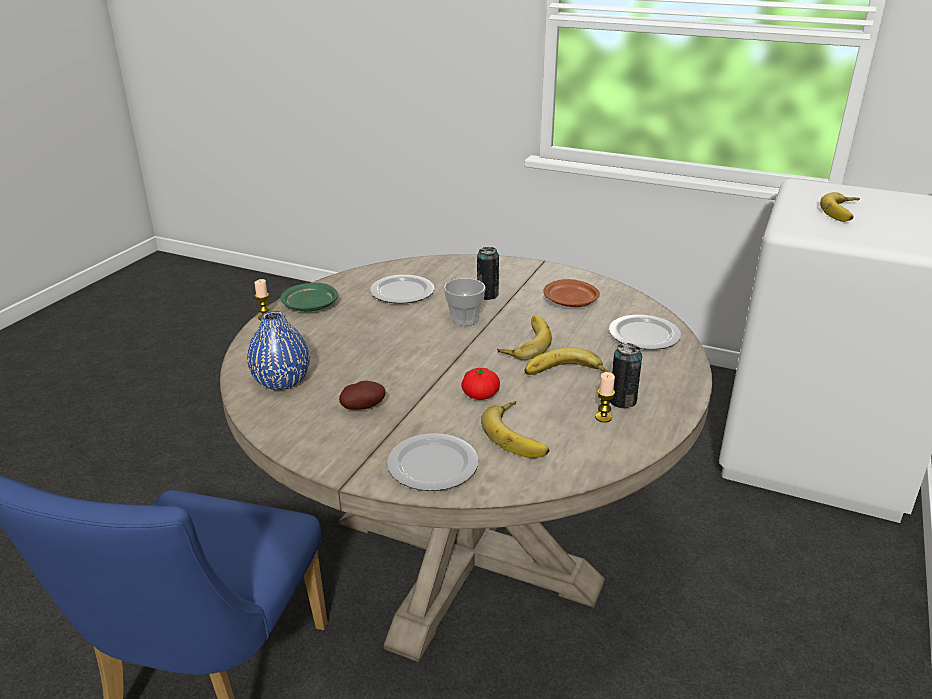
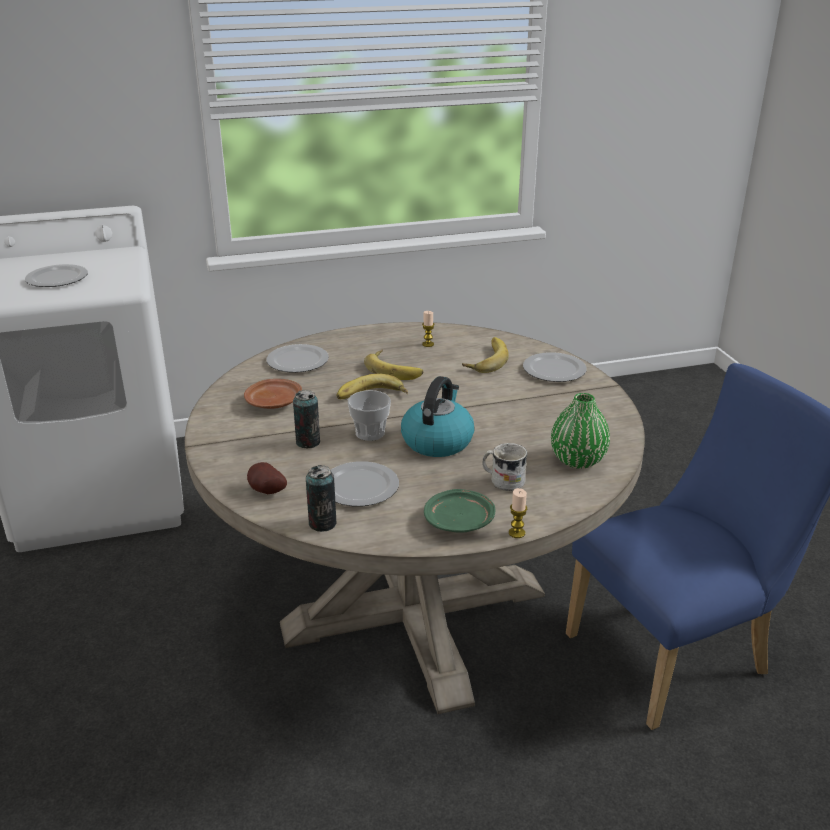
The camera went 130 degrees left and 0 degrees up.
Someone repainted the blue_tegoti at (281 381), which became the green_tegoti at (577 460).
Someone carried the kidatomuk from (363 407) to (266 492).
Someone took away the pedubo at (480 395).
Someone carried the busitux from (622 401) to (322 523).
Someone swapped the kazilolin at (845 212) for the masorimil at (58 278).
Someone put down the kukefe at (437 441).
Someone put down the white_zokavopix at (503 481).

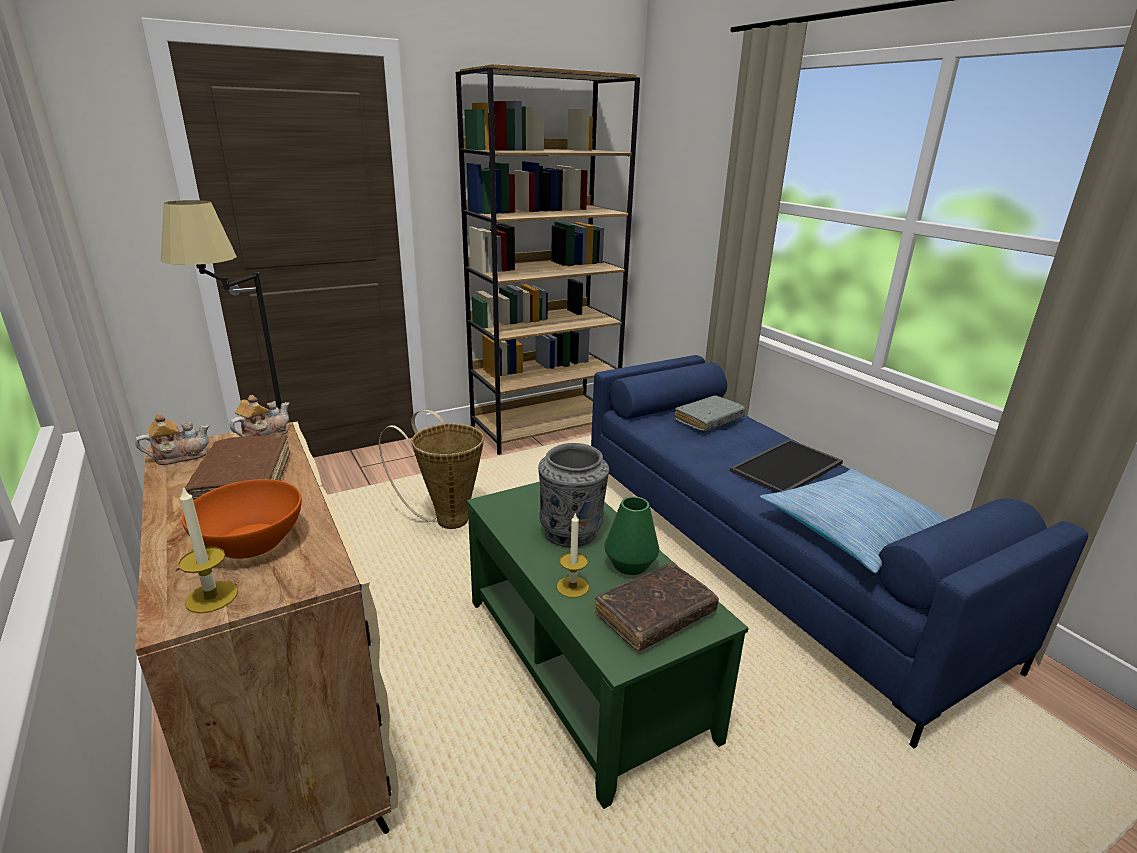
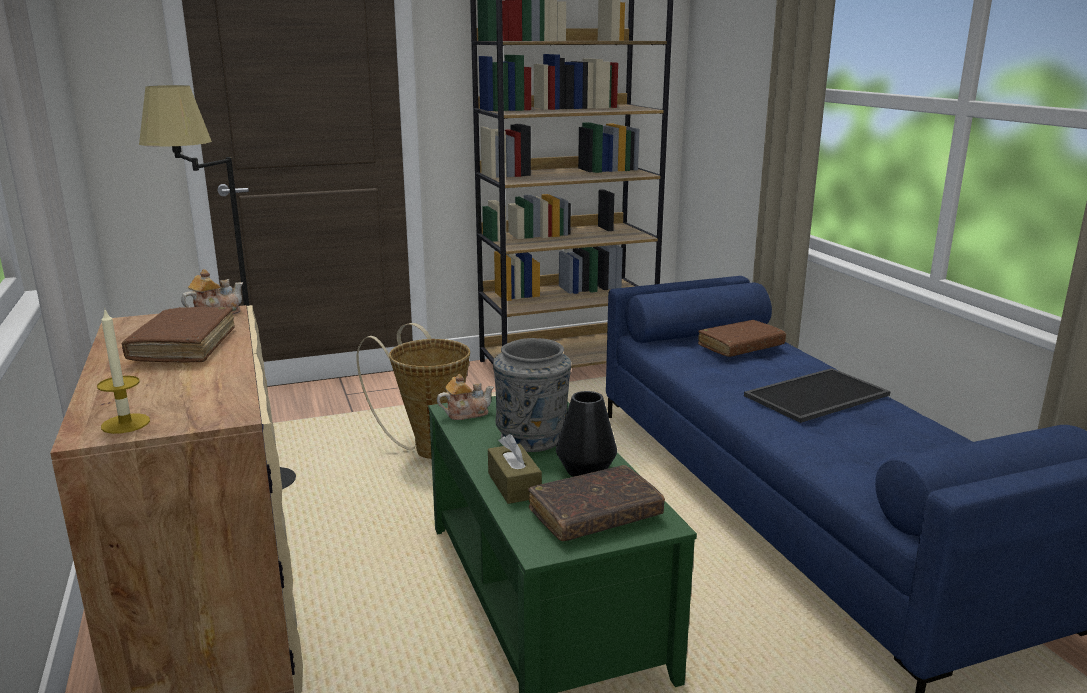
The camera went 10 degrees right and 5 degrees down.
Someone carried the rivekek from (179 456) to (466 413).
Someone took away the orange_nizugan at (250 541).
Someone swapped the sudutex at (572 587) for the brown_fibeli at (514 485).
Someone repainted the green_tegoti at (630 564), which became the black_tegoti at (586 470).
Someone repainted the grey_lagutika at (709 420), which became the brown_lagutika at (740 347).
Someone took away the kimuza at (856 531).

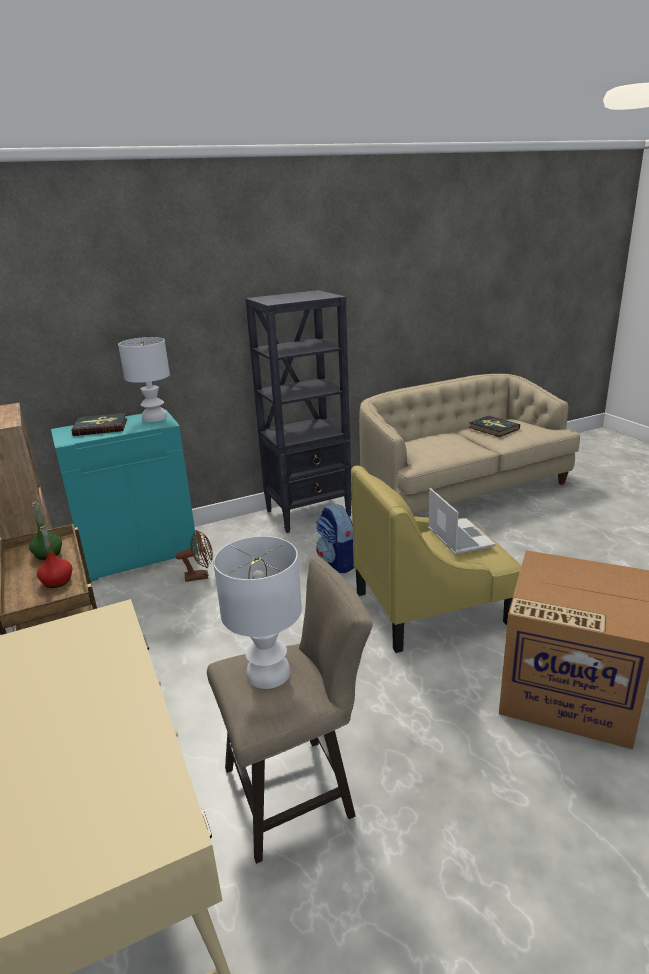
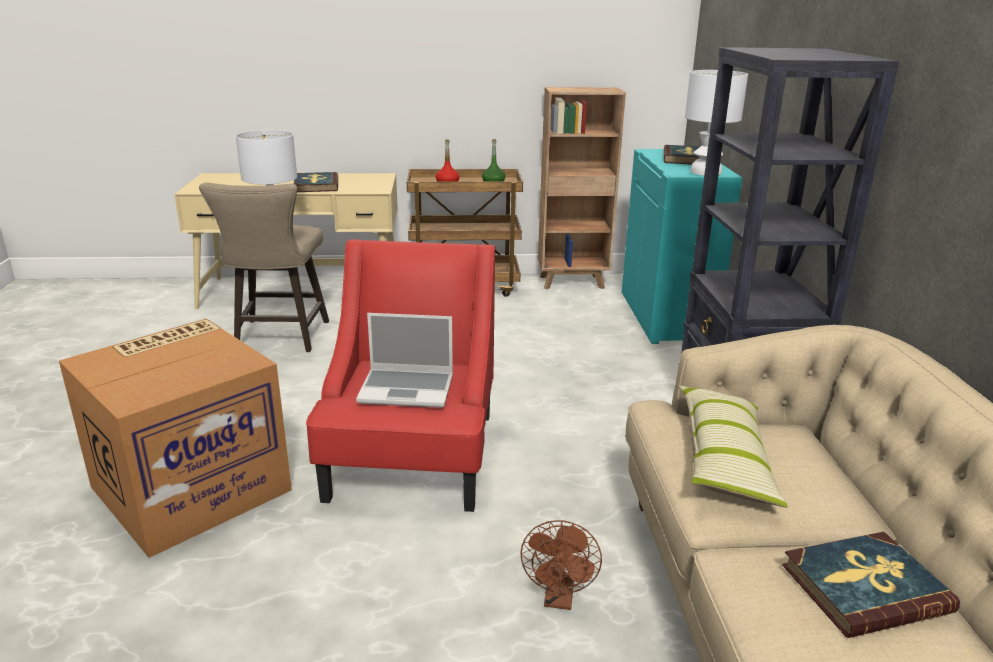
The camera went 110 degrees right and 0 degrees up.
Someone carried the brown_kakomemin from (200 576) to (559 598).
Someone took away the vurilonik at (339 562).
Someone repainted the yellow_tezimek at (432 607), which became the red_tezimek at (413 455).
Someone put down the lagutika at (316 185).
Someone put down the kimuza at (724 459).

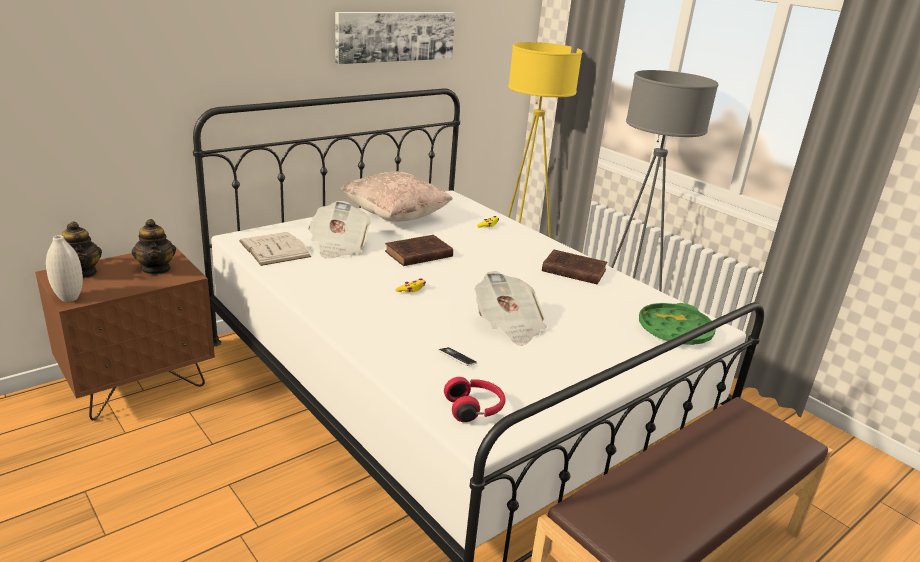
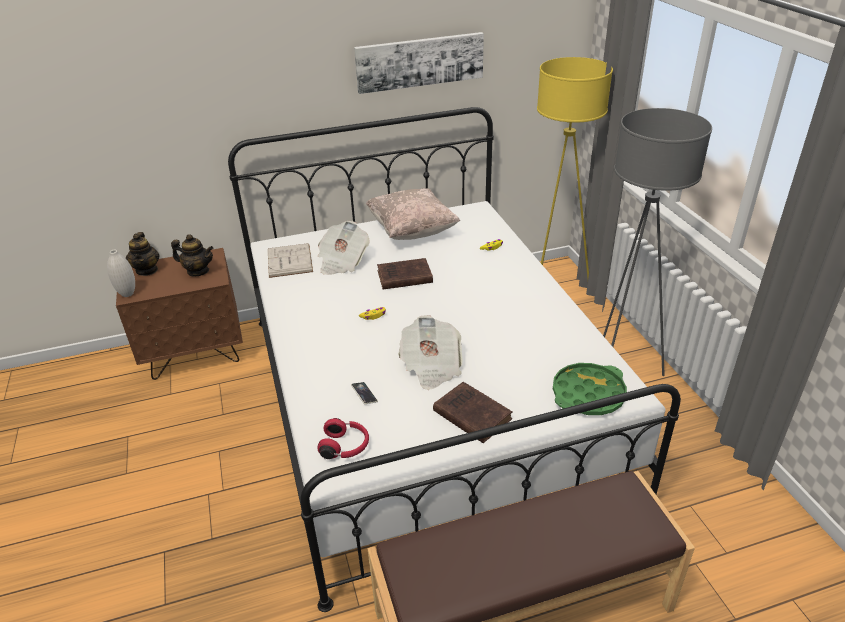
The camera went 25 degrees right and 10 degrees up.
Someone rotated the rivekek at (156 269) by 75 degrees counterclockwise.
Someone carried the brown_lagutika from (572 270) to (470 414).

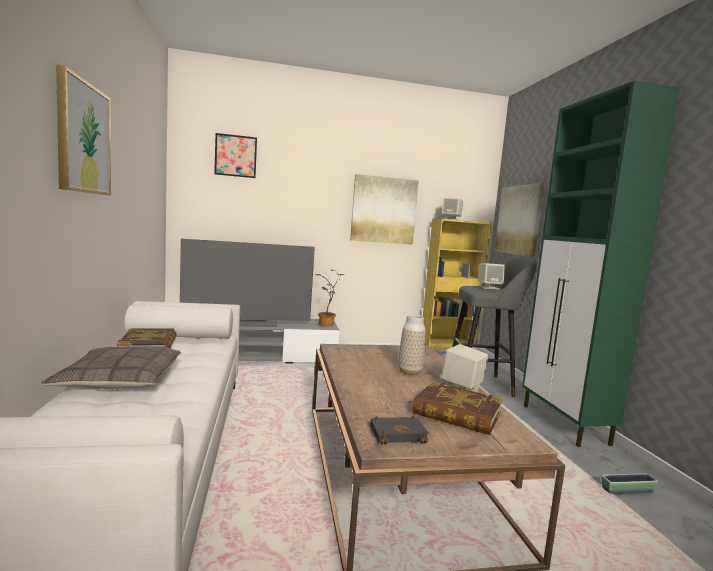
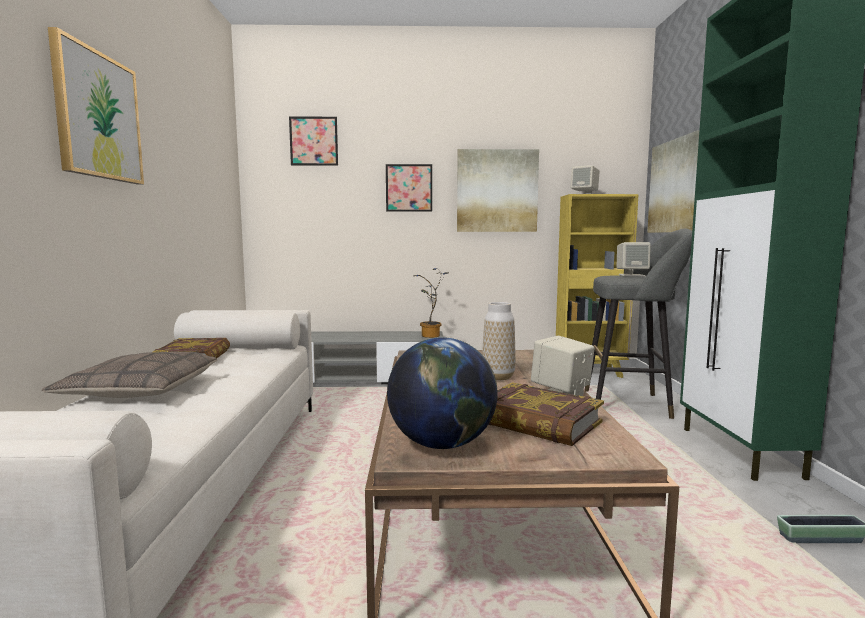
The camera went 10 degrees right and 0 degrees up.
Someone took away the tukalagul at (246 322).
Someone swapped the black_lagutika at (399 434) for the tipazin at (442 444).
Someone put up the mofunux at (409 188).

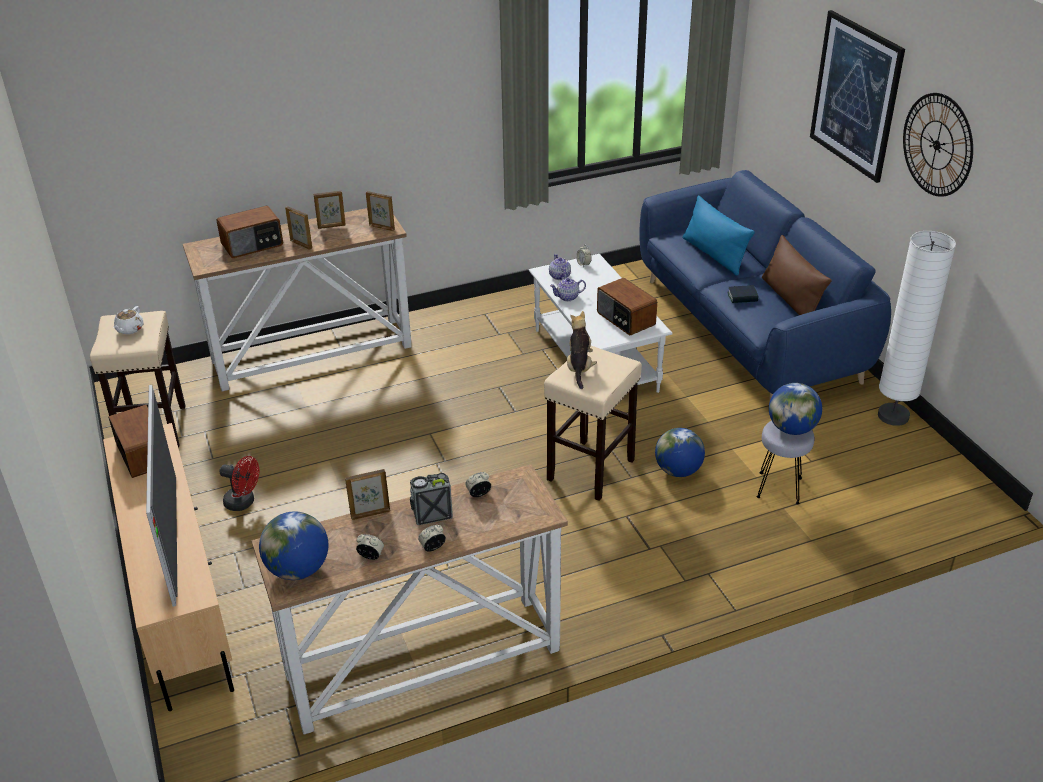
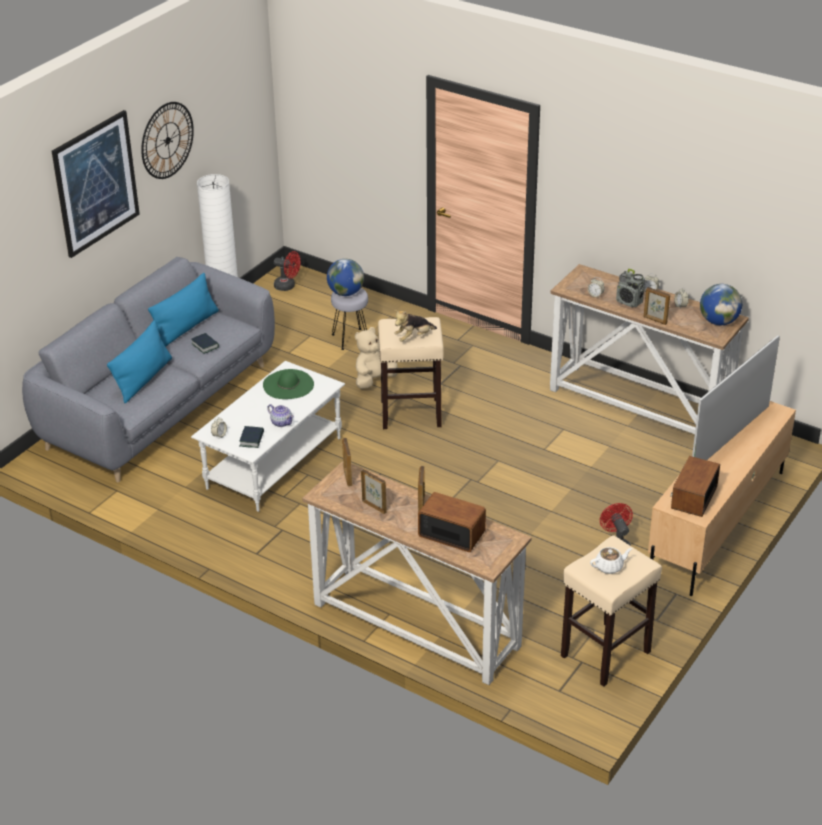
The camera went 125 degrees left and 0 degrees up.
Someone swapped the rivekek at (559 276) for the lagutika at (252 439).
Someone swapped the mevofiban at (625 319) for the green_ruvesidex at (288 384).
Someone repainted the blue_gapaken at (749 329), which became the grey_gapaken at (159 406).
Someone swapped the tipazin at (678 471) for the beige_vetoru at (374 380).
Someone repainted the brown_kimuza at (790 299), which became the blue_kimuza at (186 327).
Someone put down the red_kakomemin at (288 286).

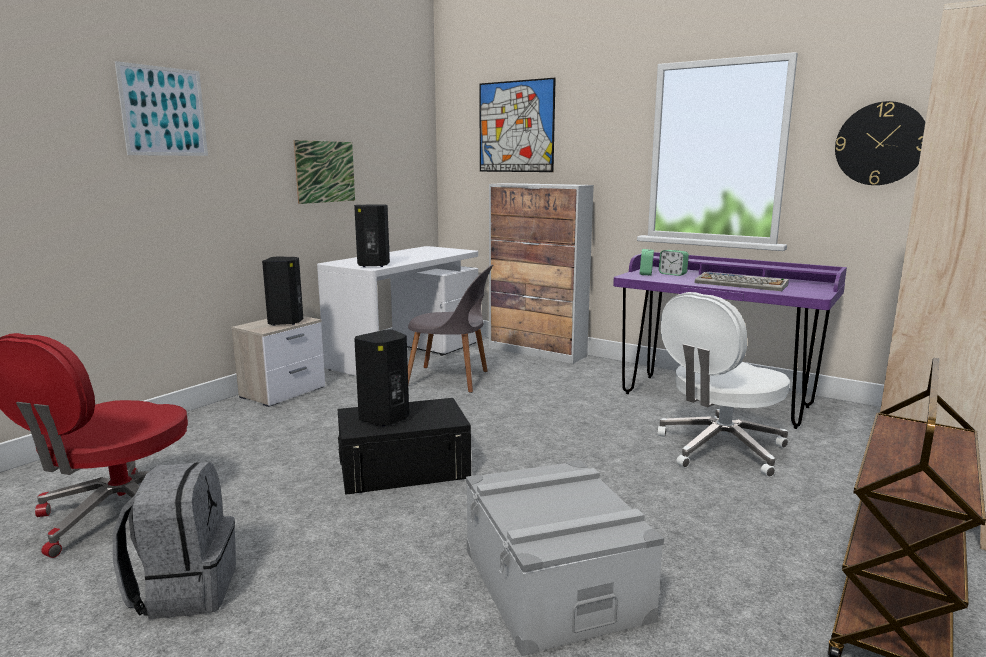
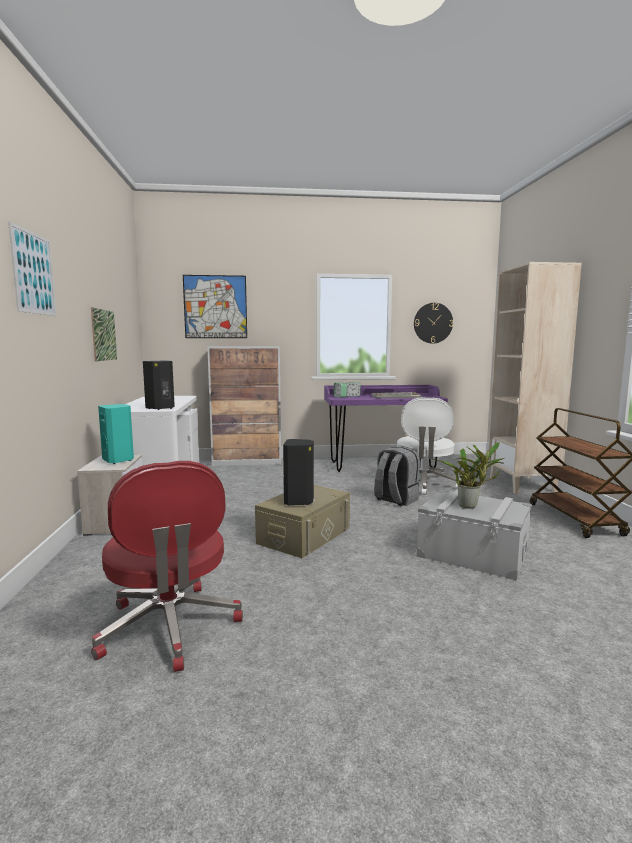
The camera went 40 degrees left and 5 degrees down.
Someone carried the grey_vurilonik from (185 590) to (395 500).
Someone repainted the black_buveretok at (286 322), which became the turquoise_buveretok at (119 460).
Someone repainted the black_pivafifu at (404 468), which became the beige_pivafifu at (304 535).
Someone took away the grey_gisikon at (451 379).
Someone put down the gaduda at (470 506).

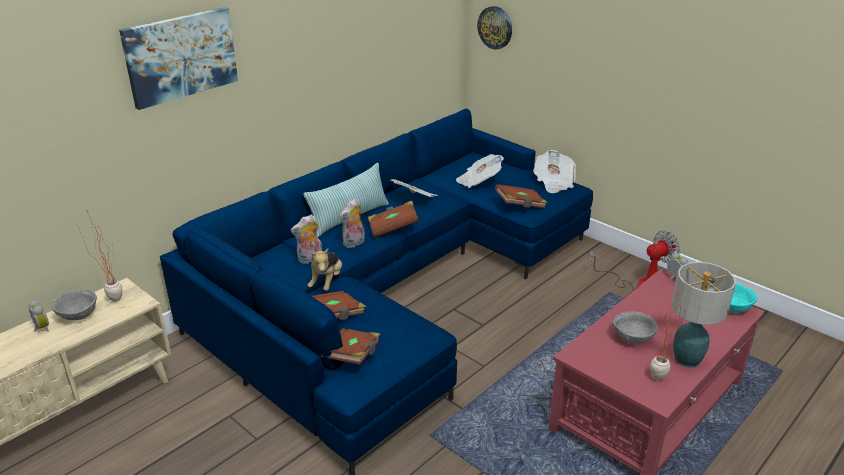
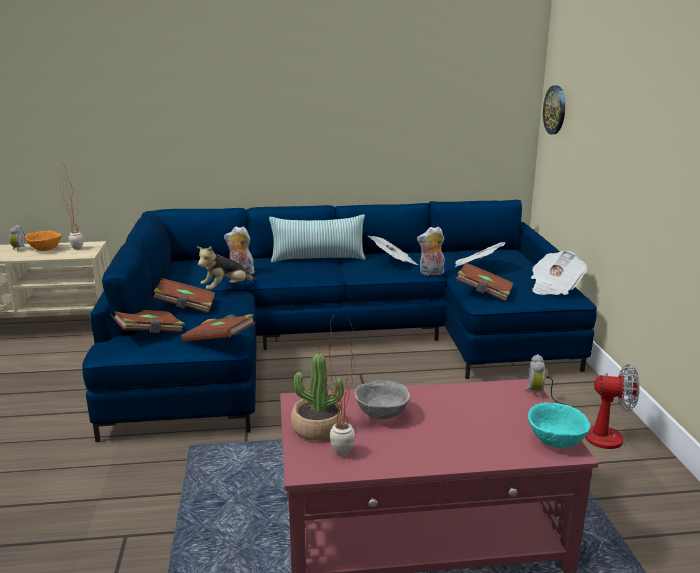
The camera went 40 degrees right and 10 degrees down.
Someone repainted the grey_nizugan at (78 316), which became the orange_nizugan at (45 249).
Someone took away the mofunux at (181 56).
Someone carried the vetoru from (354 243) to (431 273).
Someone carried the brown_lagutika from (393 228) to (220 341).
Someone took away the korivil at (687 359).
Someone put down the gaduda at (318 428).

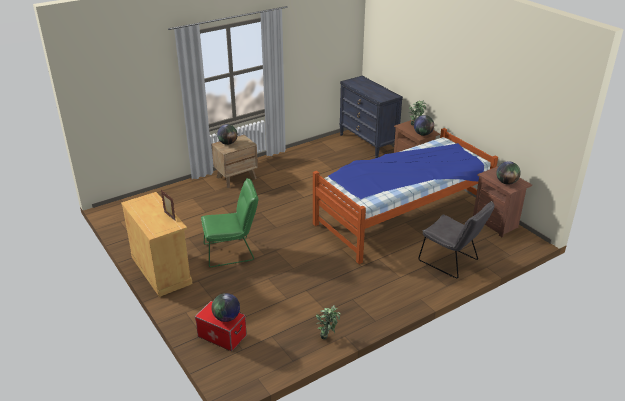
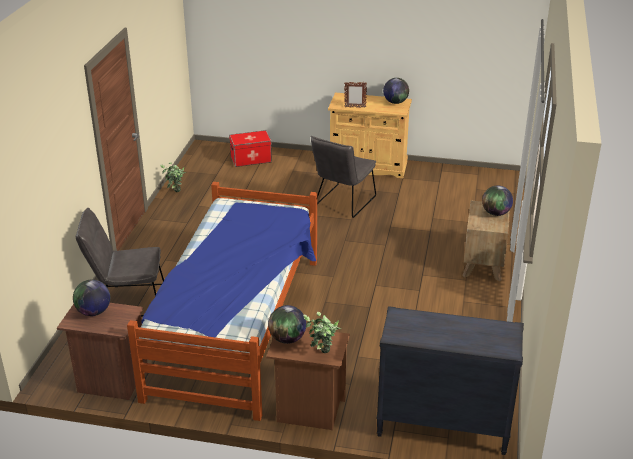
The camera went 135 degrees right and 0 degrees up.
Someone repainted the green_gisikon at (232 251), which became the grey_gisikon at (342 203).
Someone carried the tipazin from (226 318) to (395 102).

